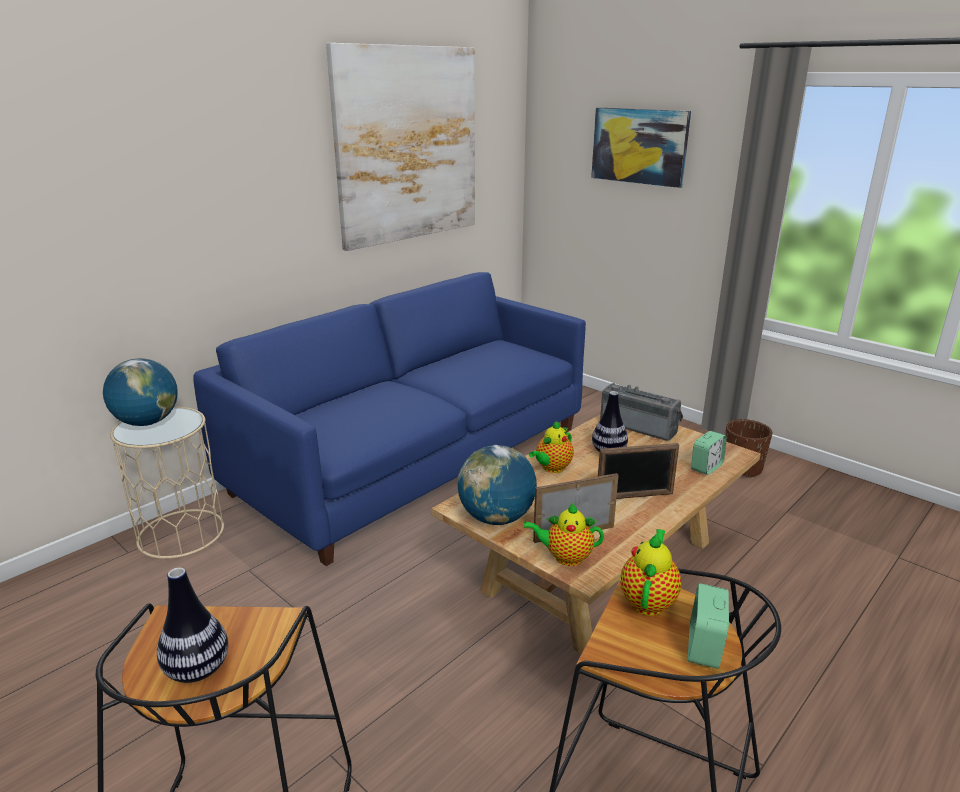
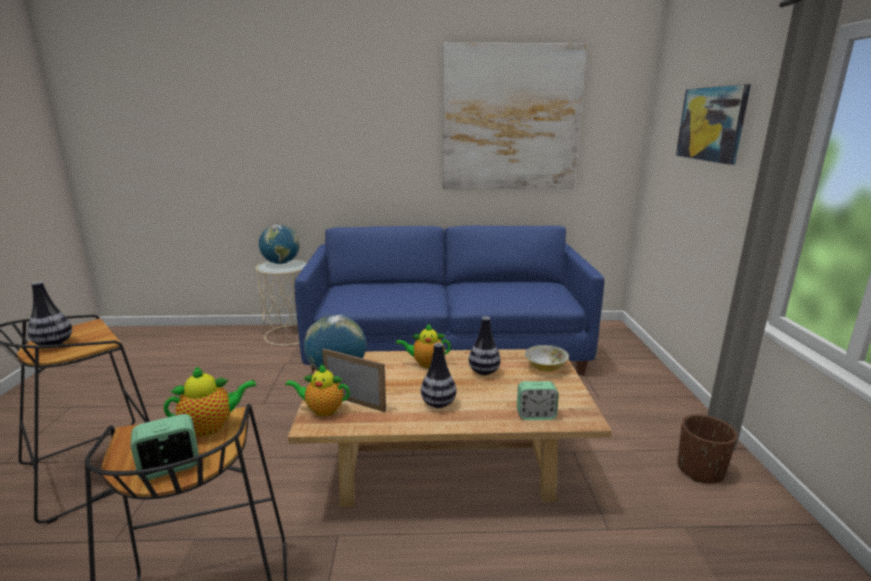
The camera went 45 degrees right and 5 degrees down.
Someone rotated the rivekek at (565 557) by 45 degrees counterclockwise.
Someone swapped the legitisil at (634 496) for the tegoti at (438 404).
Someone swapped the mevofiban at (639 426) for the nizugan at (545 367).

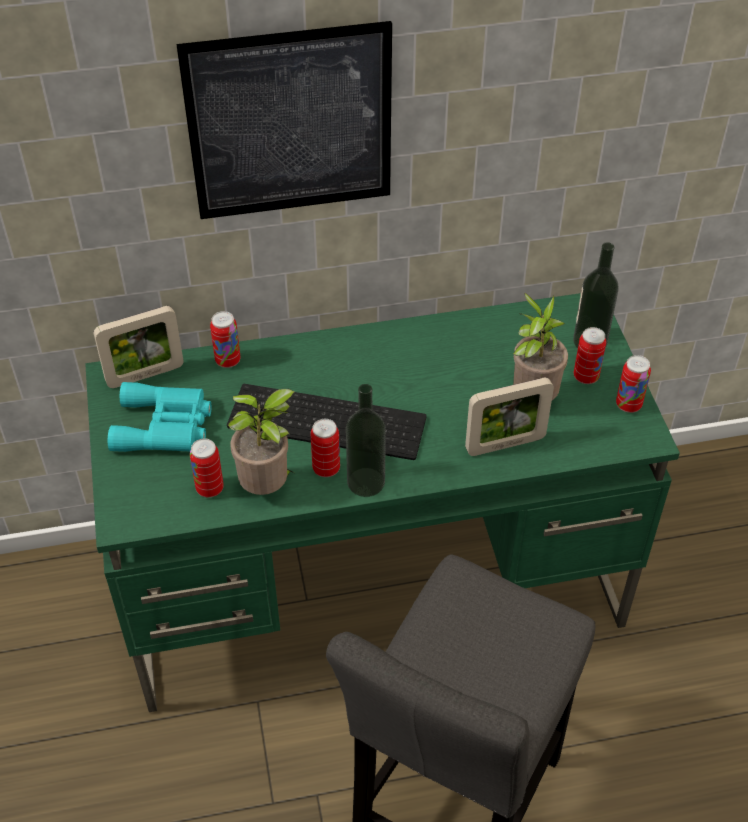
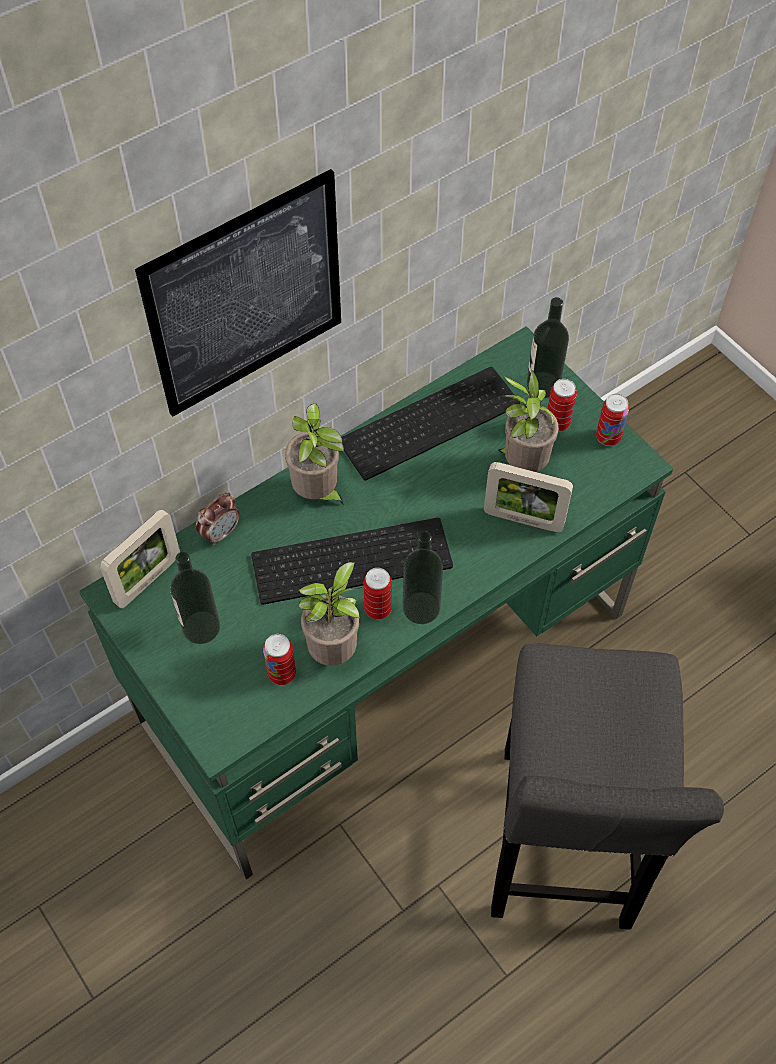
The camera went 25 degrees left and 10 degrees up.
Someone swapped the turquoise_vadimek at (165 426) for the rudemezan at (201 627).
Someone swapped the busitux at (228 360) for the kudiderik at (220 533).
Someone rotated the legitisil at (505 444) by 60 degrees clockwise.
Someone put down the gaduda at (318 493).
Someone put down the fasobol at (429 420).

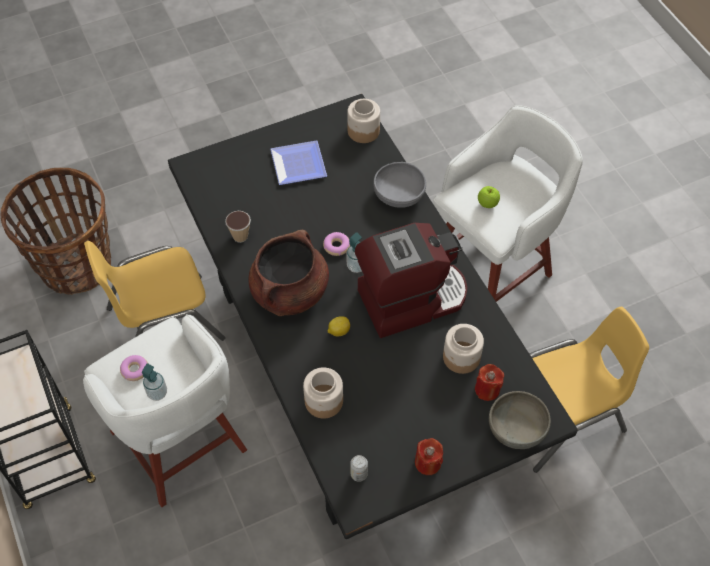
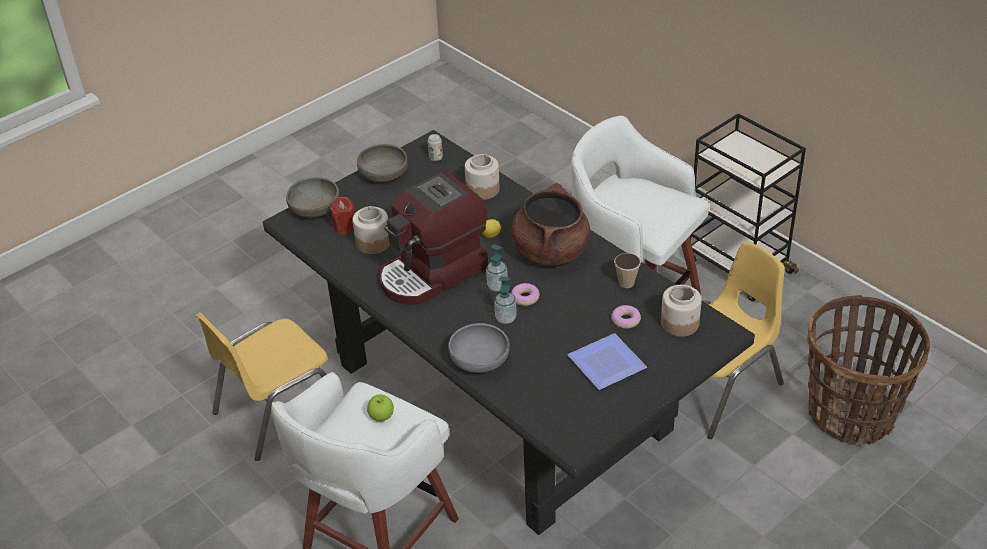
The camera went 165 degrees right and 15 degrees down.
Someone carried the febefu from (135 370) to (625 320).
Someone carried the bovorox from (157 393) to (506 318).
Someone carried the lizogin from (363 131) to (680 324).
Someone swapped the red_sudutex at (427 463) for the grey_nizugan at (383 175).

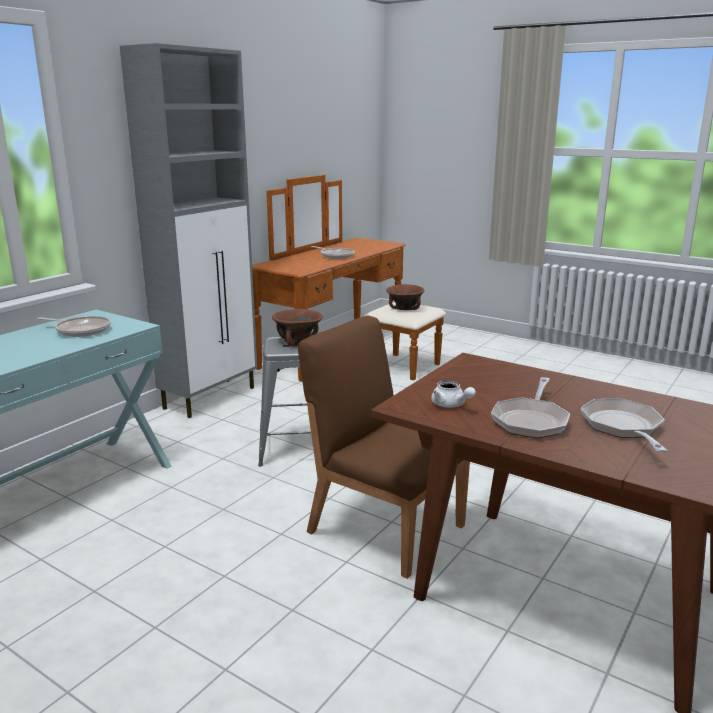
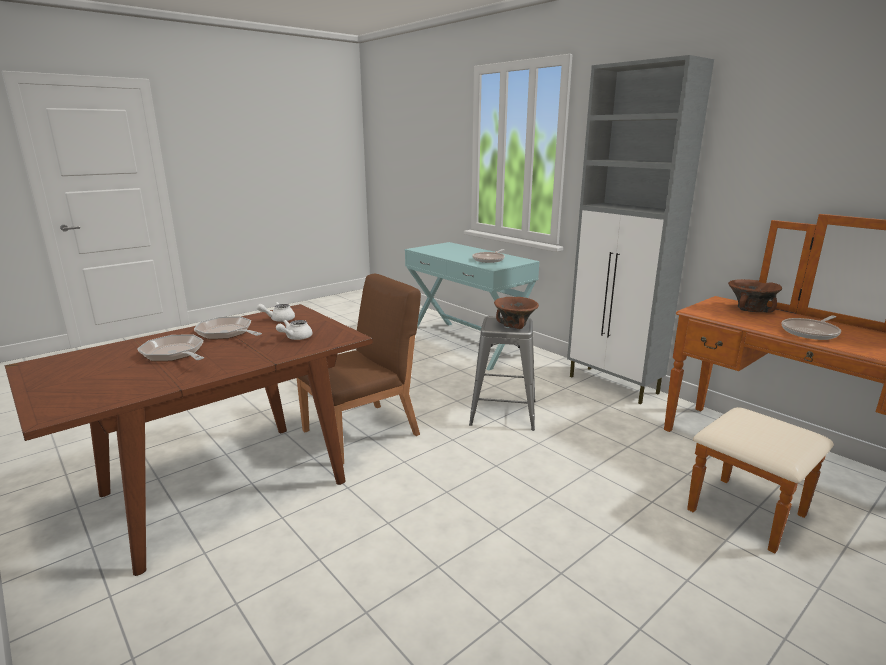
The camera went 105 degrees right and 0 degrees up.
Someone carried the brown_nizugan from (405 308) to (750 309).
Someone rotated the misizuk at (623 428) by 150 degrees counterclockwise.
Someone put down the white_rivekek at (295 338).

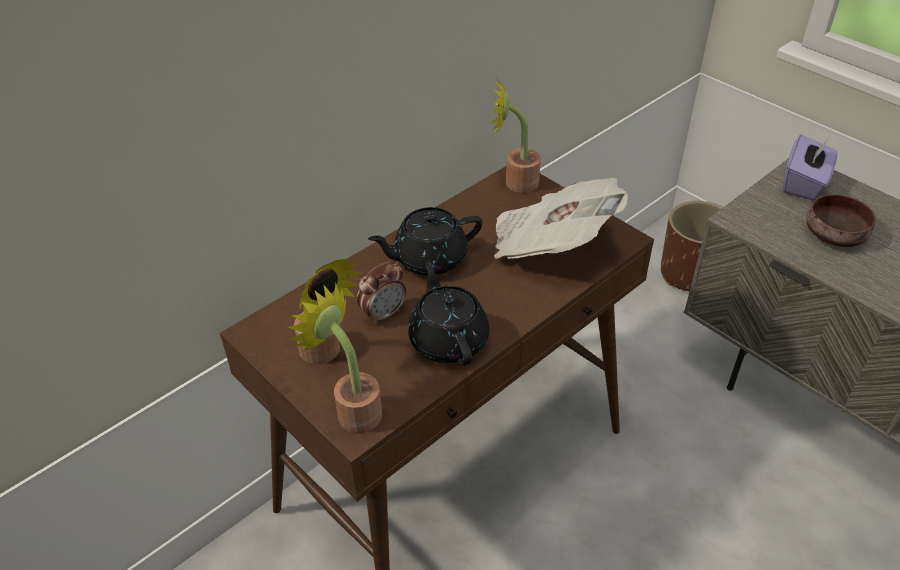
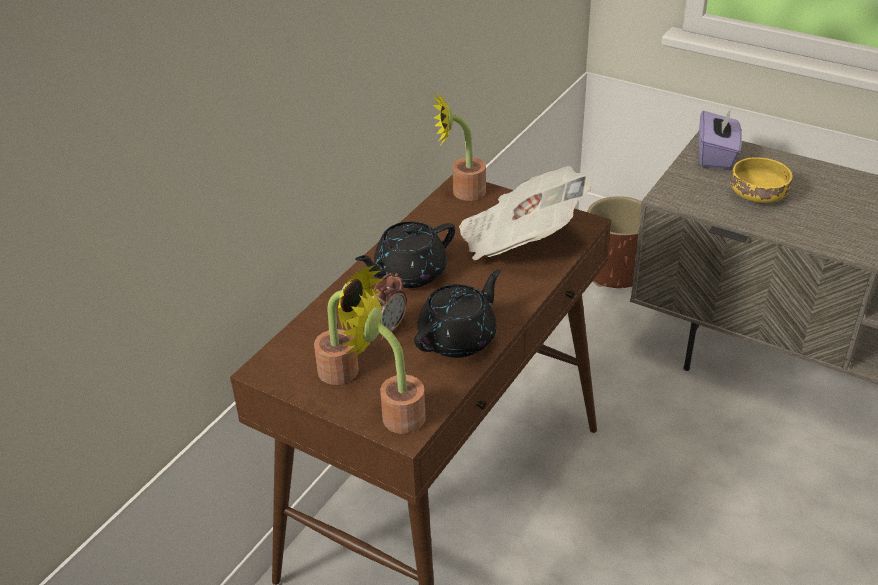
The camera went 15 degrees left and 5 degrees down.
Someone rotated the black_rivekek at (448 339) by 75 degrees clockwise.
Someone repainted the brown_nizugan at (836 235), which became the yellow_nizugan at (759 195).

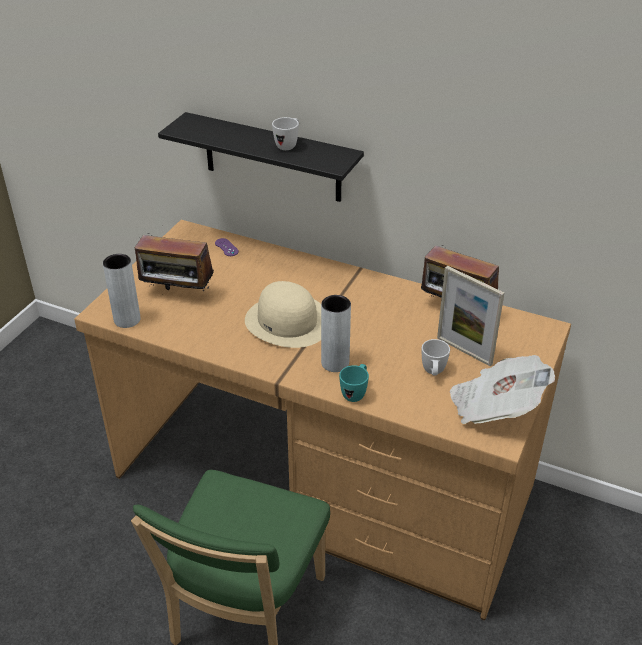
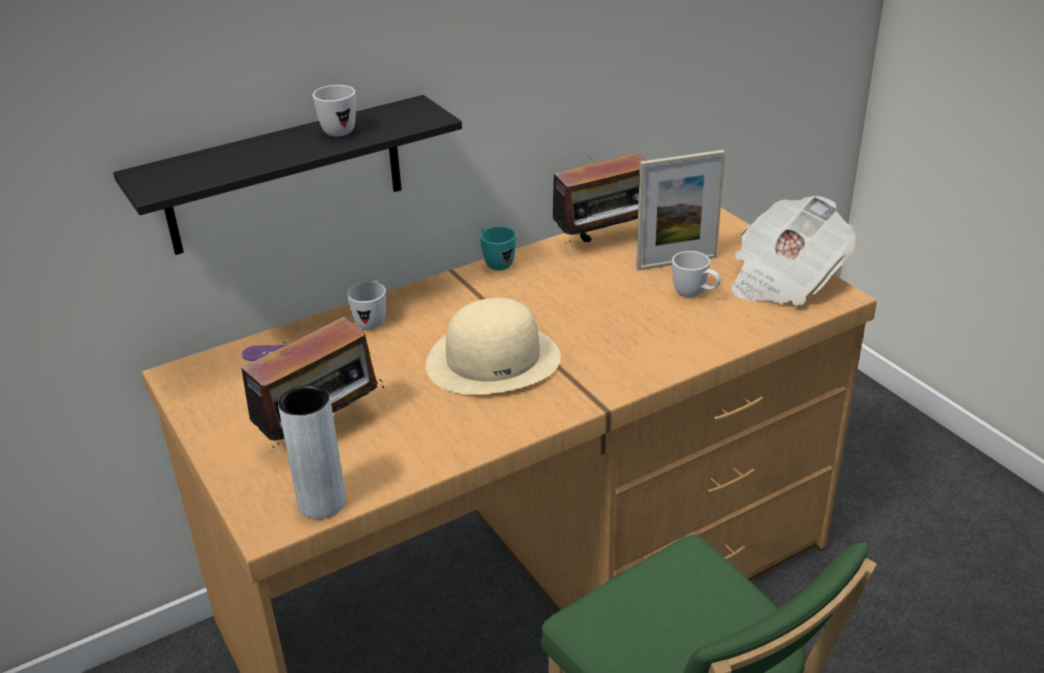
The camera went 55 degrees left and 5 degrees down.
Someone took away the grey_tegoti at (335 363).
Someone carried the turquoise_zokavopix from (355 393) to (496 263).
Someone put down the white_zokavopix at (372 320).

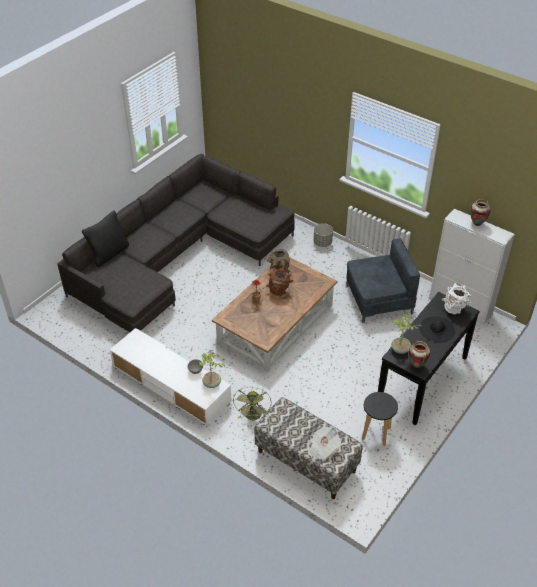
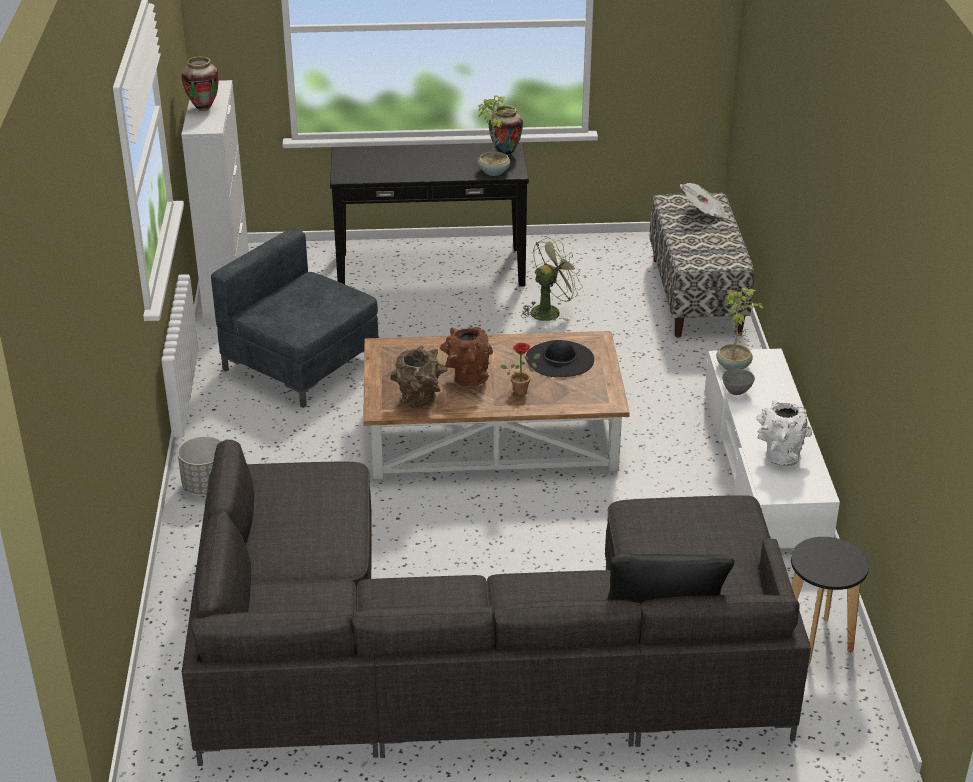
The camera went 130 degrees left and 10 degrees down.
Someone carried the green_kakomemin from (253 417) to (550 311).
Someone carried the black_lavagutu from (376 434) to (817 641).
Someone carried the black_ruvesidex from (437 329) to (559 359).
Someone carried the white_tegoti from (454 309) to (778 456).

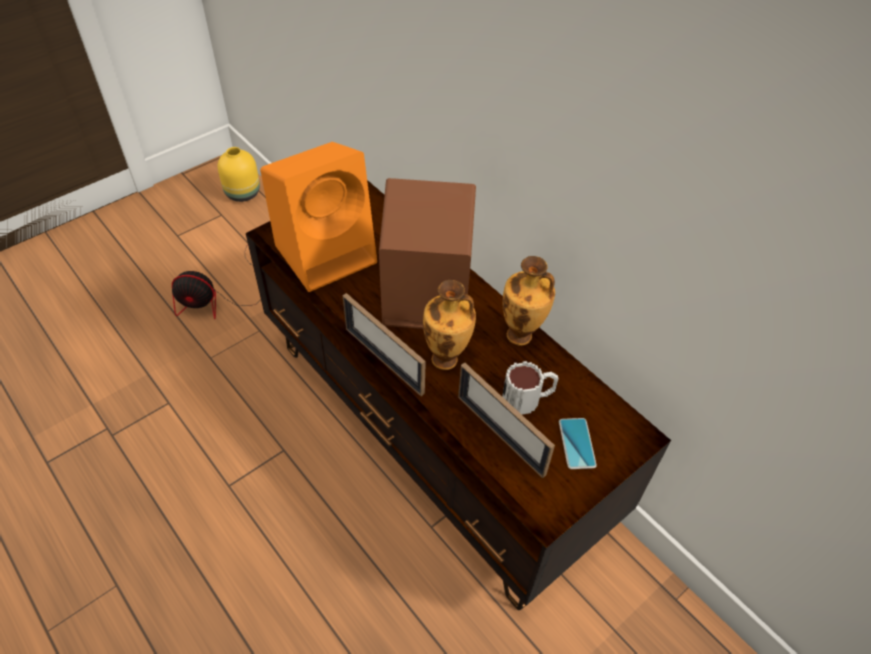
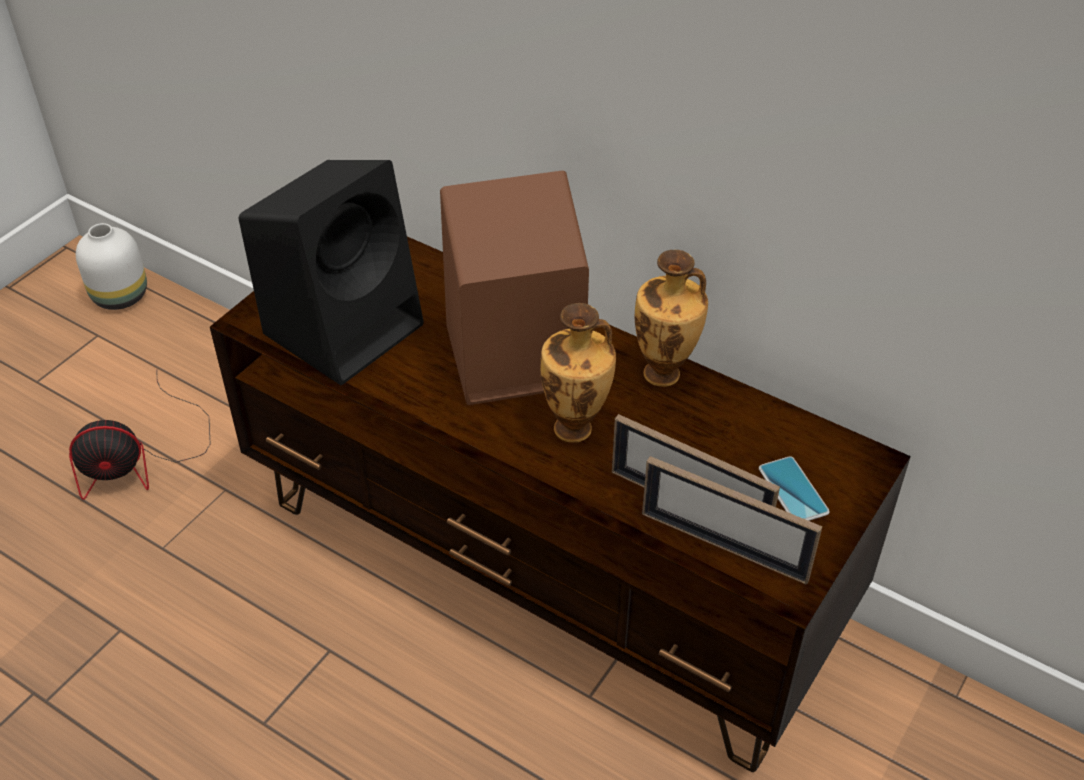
The camera went 15 degrees left and 5 degrees down.
Someone repainted the yellow_tegoti at (242 193), which became the white_tegoti at (119 295).
Someone repainted the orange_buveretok at (327 252), which became the black_buveretok at (345 326).
Someone carried the legitisil from (384 360) to (723 546).
Someone took away the zokavopix at (528 398).

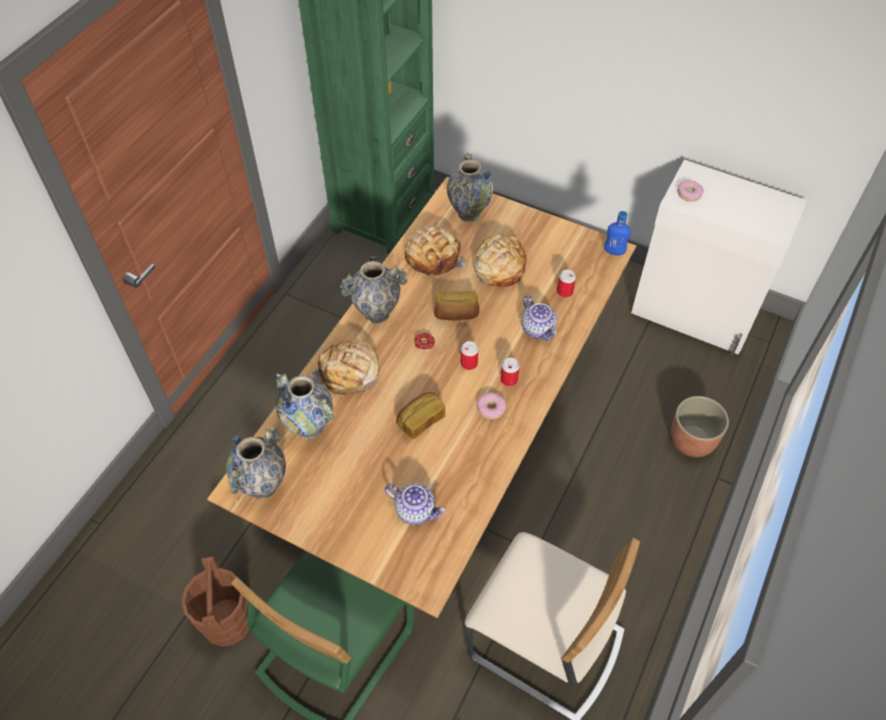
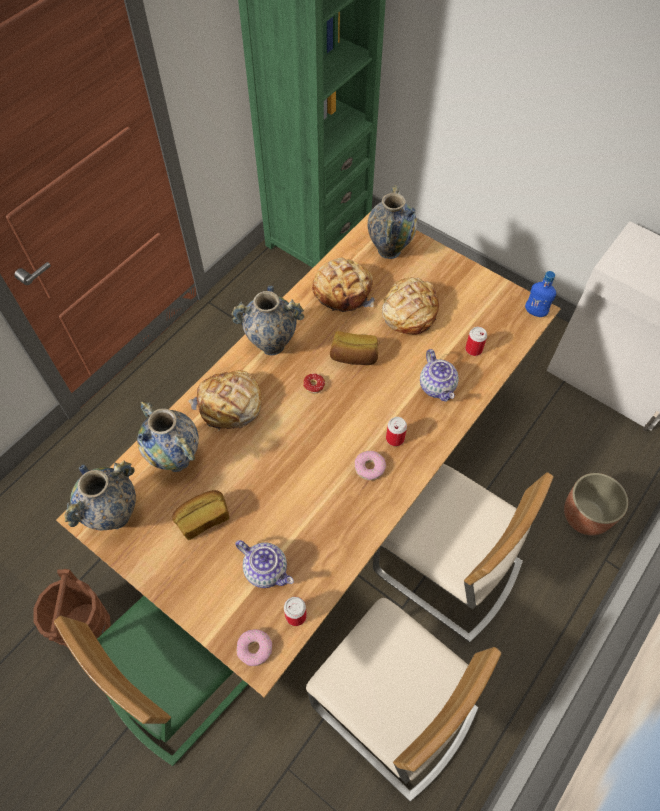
The camera went 10 degrees right and 5 degrees up.
Someone carried the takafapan from (420 420) to (203 518).
Someone carried the busitux from (469 363) to (296 615).
Someone carried the febefu from (689 194) to (255 648).
Someone put down the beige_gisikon at (446 568).

